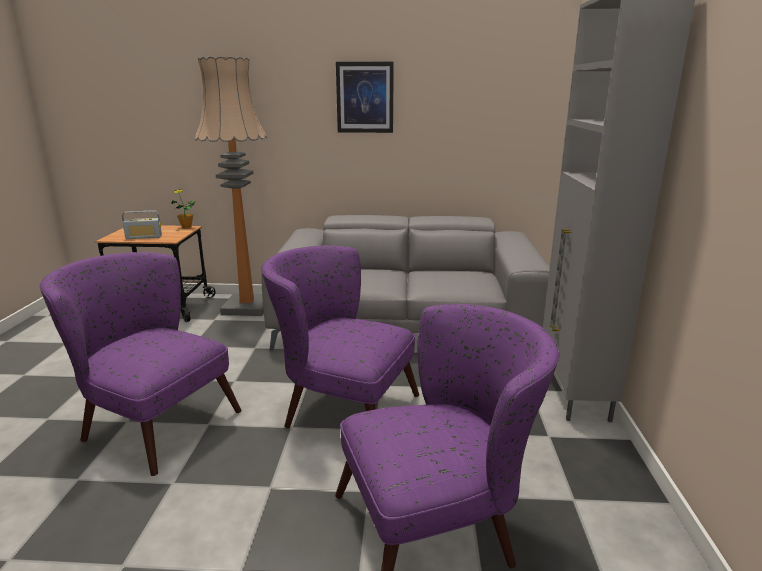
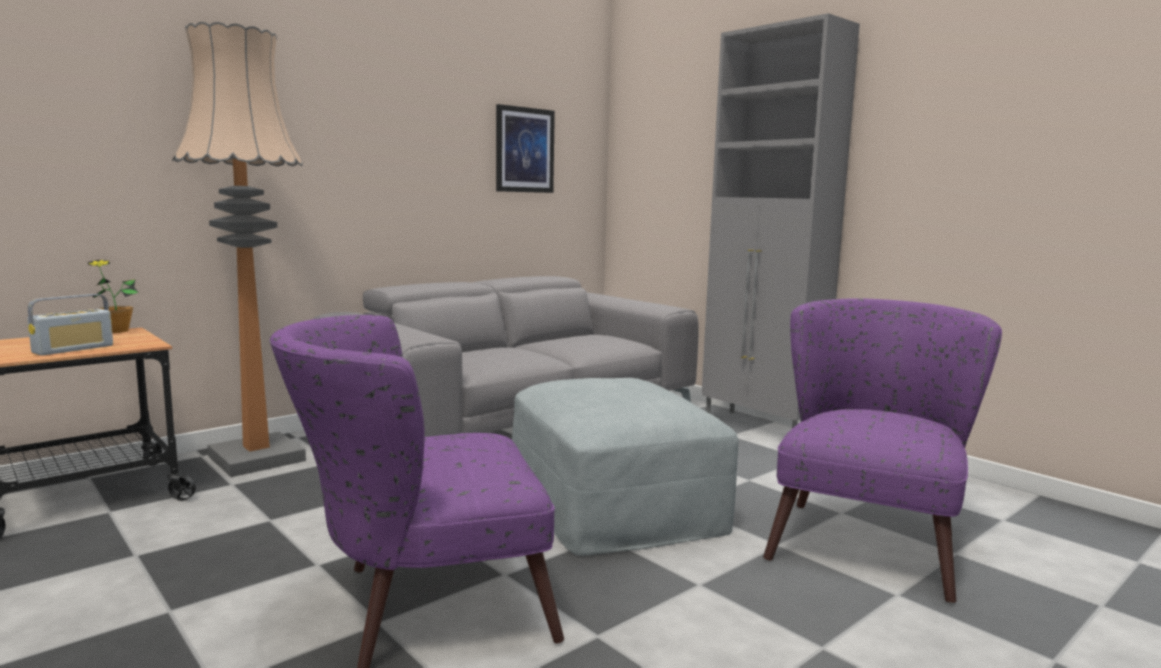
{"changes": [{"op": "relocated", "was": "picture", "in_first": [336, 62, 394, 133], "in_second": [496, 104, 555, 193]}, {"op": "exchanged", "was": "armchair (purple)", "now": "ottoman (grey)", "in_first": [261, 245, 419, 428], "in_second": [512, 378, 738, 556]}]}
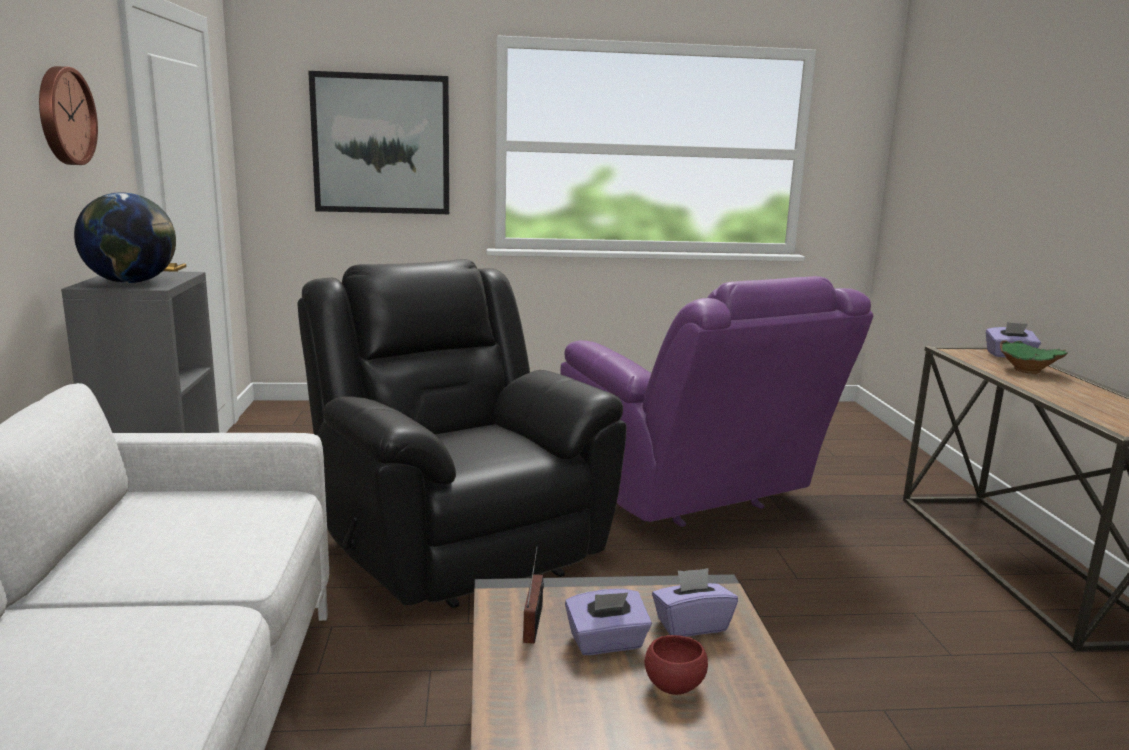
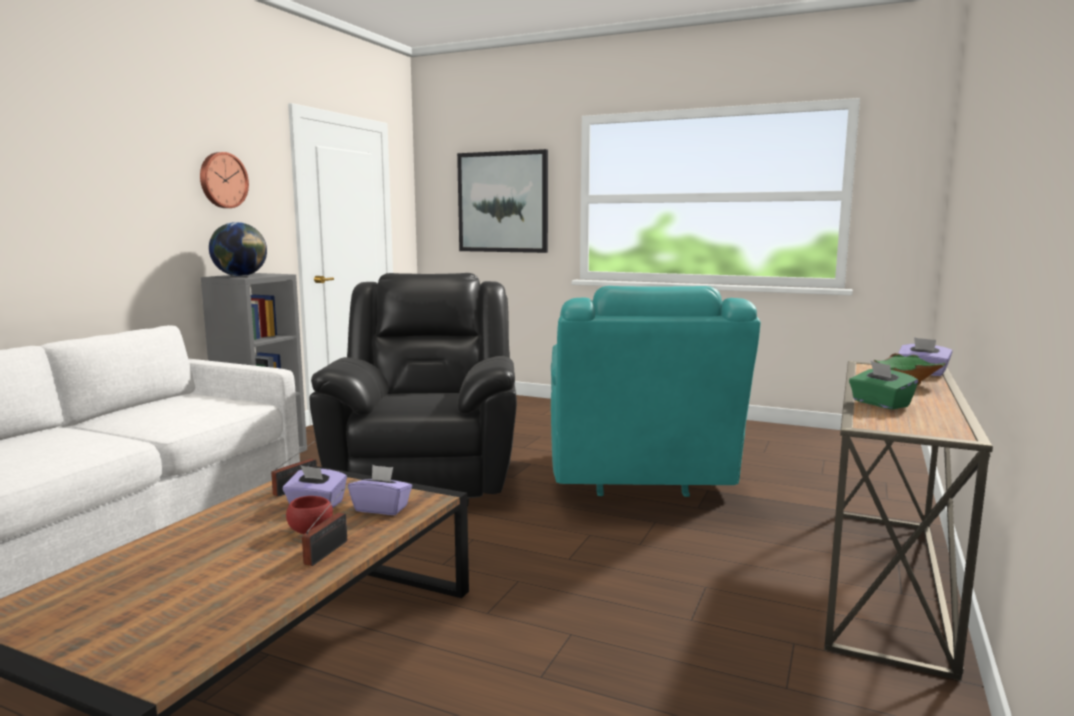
{"changes": [{"op": "appeared", "now": "radio", "in_second": [302, 489, 347, 566]}, {"op": "colour", "was": "armchair (purple)", "now": "armchair (turquoise)", "in_first": [560, 276, 873, 527], "in_second": [551, 286, 761, 497]}, {"op": "appeared", "now": "tissue box (green)", "in_second": [849, 360, 918, 409]}]}
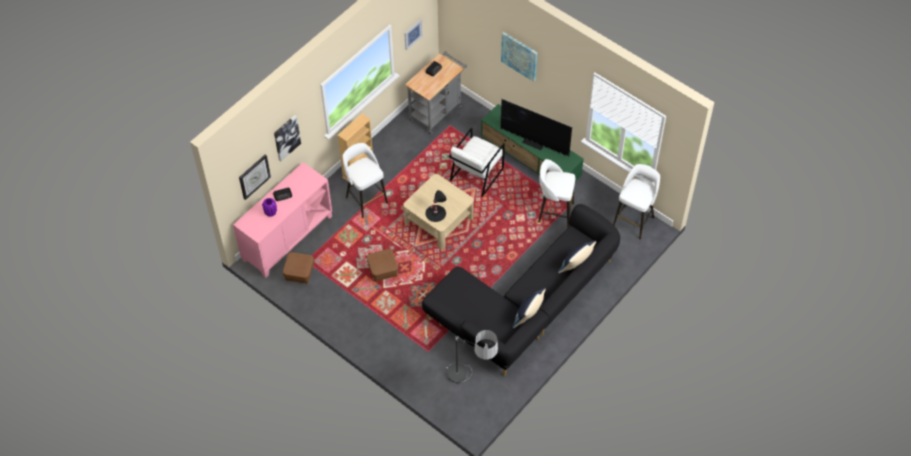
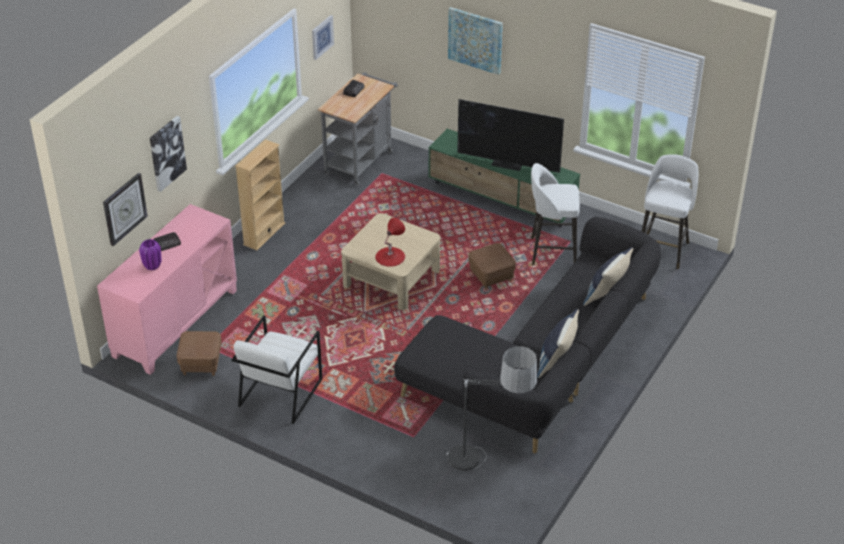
{"changes": [{"op": "relocated", "was": "armchair (white)", "in_first": [449, 127, 505, 197], "in_second": [232, 315, 322, 424]}, {"op": "colour", "was": "table lamp (black)", "now": "table lamp (red)", "in_first": [425, 190, 447, 222], "in_second": [375, 218, 405, 267]}, {"op": "relocated", "was": "ottoman (brown)", "in_first": [367, 249, 398, 282], "in_second": [468, 243, 516, 289]}, {"op": "missing", "was": "stool (white)", "in_first": [343, 143, 388, 218]}]}
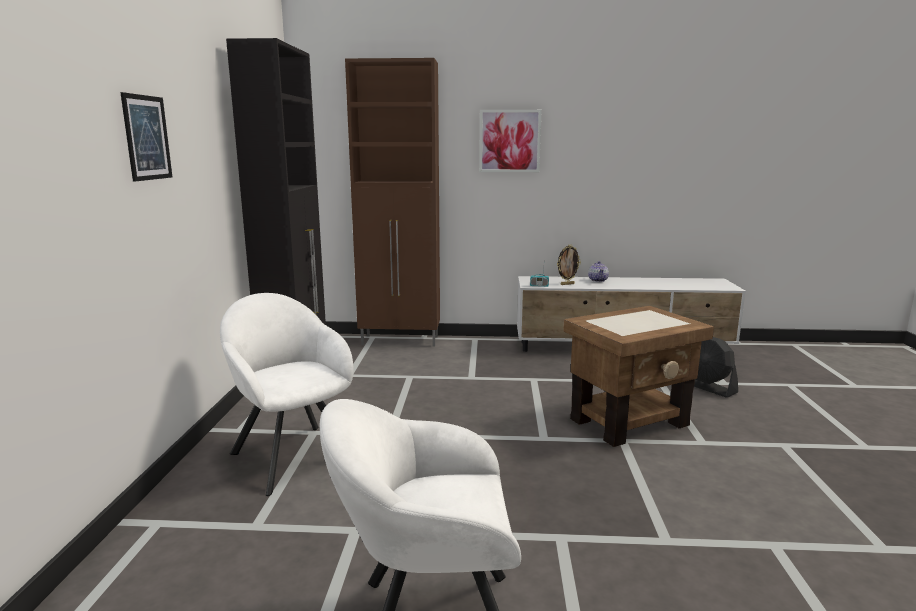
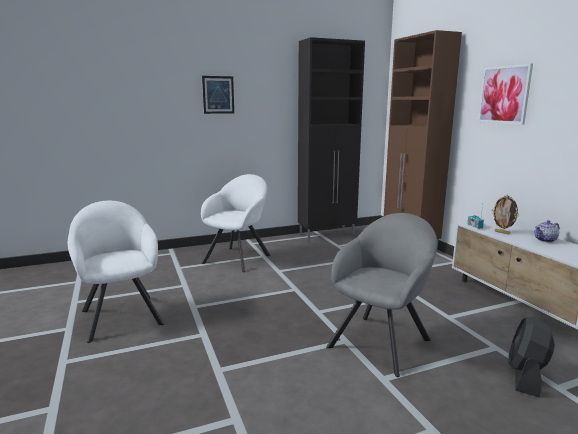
{"changes": [{"op": "exchanged", "was": "side table (brown)", "now": "armchair (grey)", "in_first": [563, 306, 714, 447], "in_second": [326, 213, 437, 377]}]}
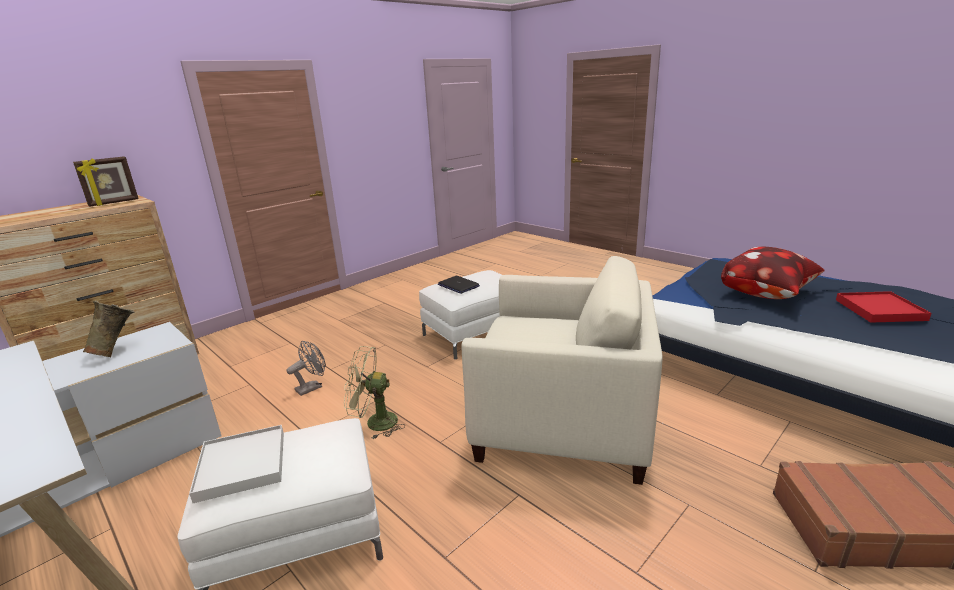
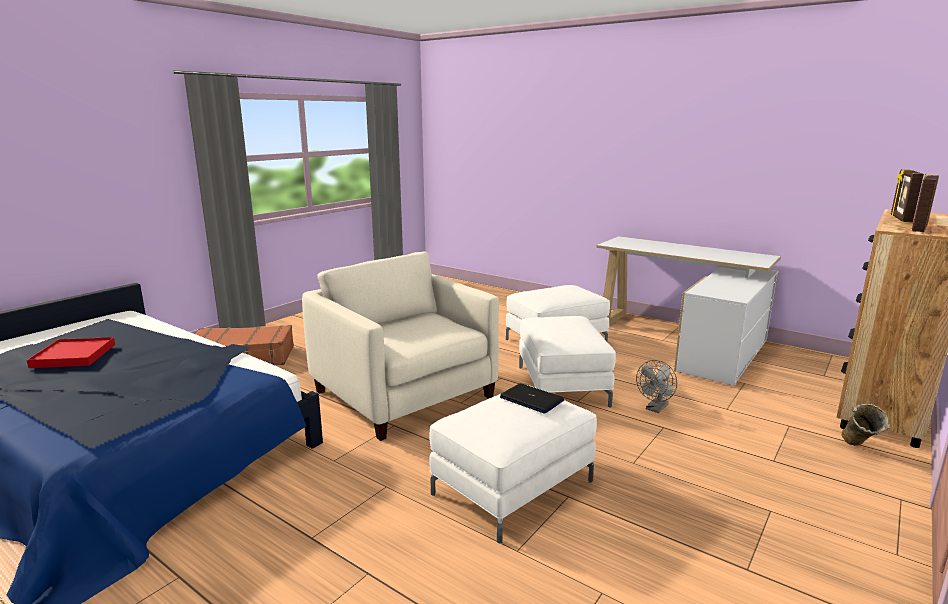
{"changes": [{"op": "spun", "was": "armchair (beige)", "in_first": [462, 256, 663, 485], "in_second": [302, 251, 499, 441], "clockwise": 45}, {"op": "exchanged", "was": "fan (green)", "now": "ottoman (white)", "in_first": [344, 346, 404, 438], "in_second": [519, 316, 616, 408]}, {"op": "relocated", "was": "vase (beige)", "in_first": [83, 301, 134, 358], "in_second": [842, 403, 890, 446]}, {"op": "appeared", "now": "picture frame", "in_second": [891, 169, 924, 222]}, {"op": "missing", "was": "tray (white)", "in_first": [189, 425, 284, 503]}, {"op": "missing", "was": "pillow", "in_first": [721, 247, 825, 299]}]}
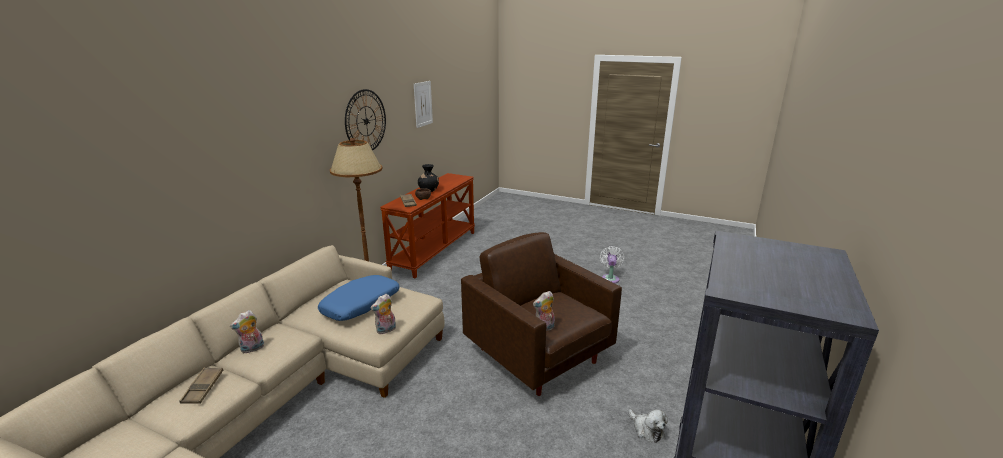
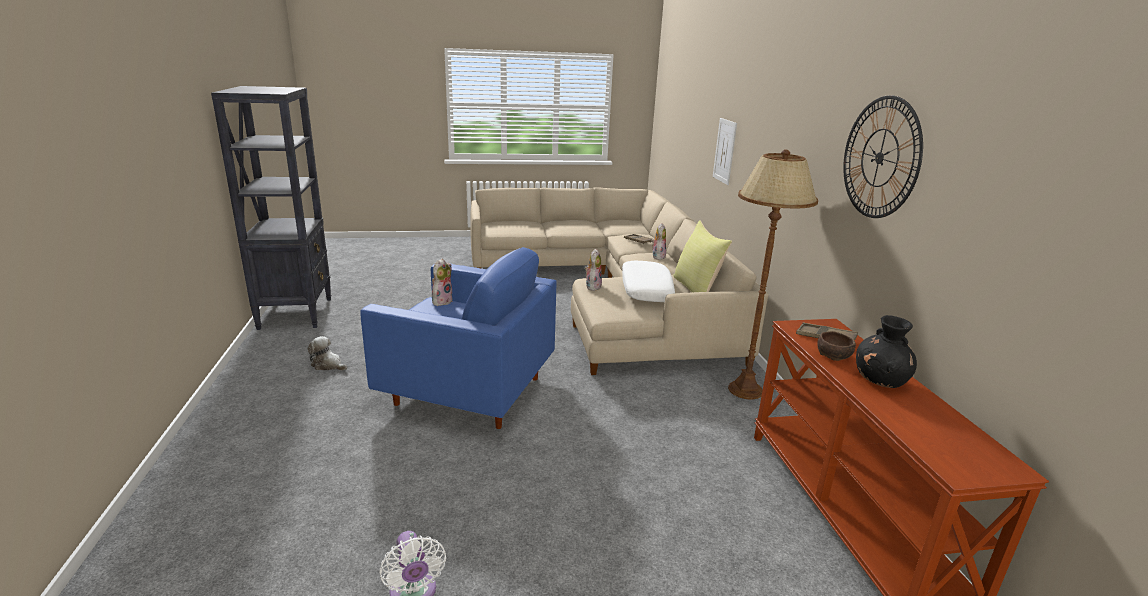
{"changes": [{"op": "colour", "was": "armchair (brown)", "now": "armchair (blue)", "in_first": [461, 232, 622, 396], "in_second": [360, 247, 557, 429]}, {"op": "colour", "was": "pillow (blue)", "now": "pillow (white)", "in_first": [318, 275, 400, 321], "in_second": [622, 260, 675, 302]}, {"op": "appeared", "now": "pillow (yellow)", "in_second": [673, 220, 732, 292]}, {"op": "relocated", "was": "picture", "in_first": [414, 81, 433, 128], "in_second": [713, 118, 737, 185]}]}
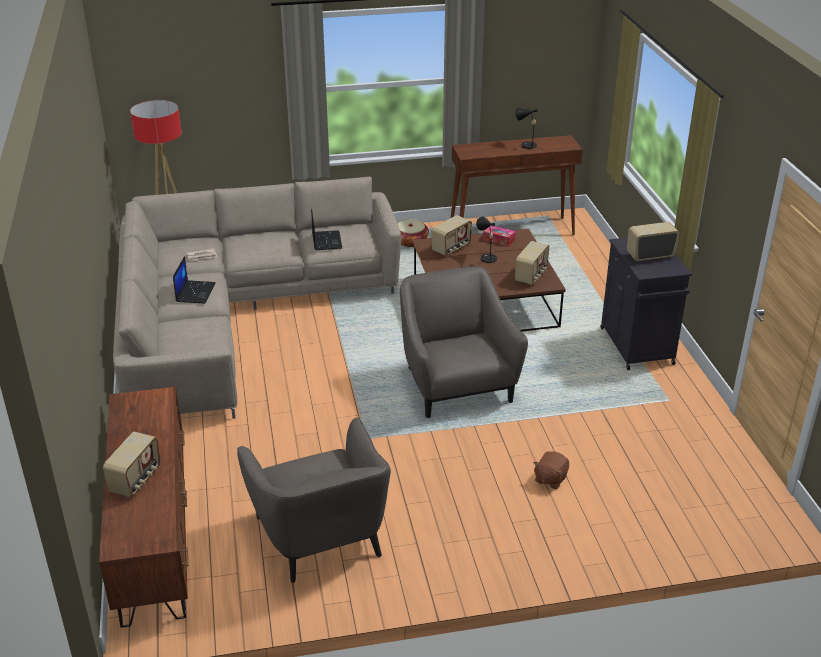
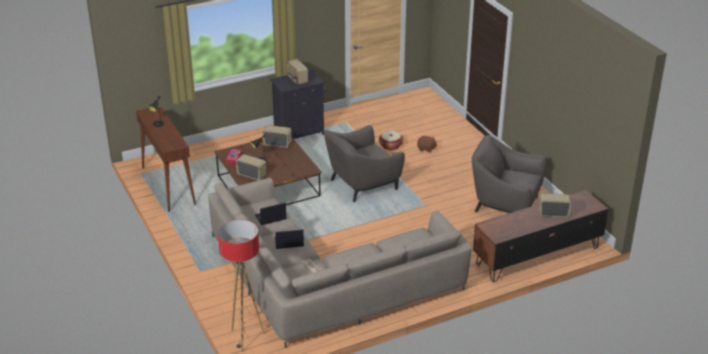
{"changes": [{"op": "relocated", "was": "laptop", "in_first": [173, 256, 216, 304], "in_second": [274, 229, 304, 249]}, {"op": "relocated", "was": "basket", "in_first": [398, 219, 429, 247], "in_second": [379, 131, 404, 150]}, {"op": "spun", "was": "armchair (grey)", "in_first": [237, 417, 391, 583], "in_second": [472, 135, 547, 213], "clockwise": -120}]}
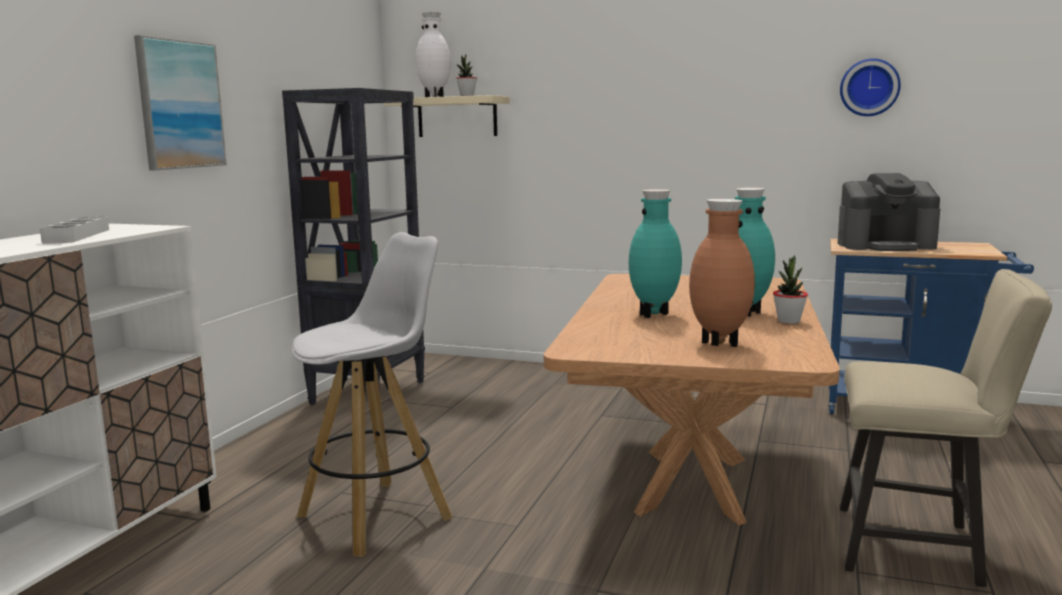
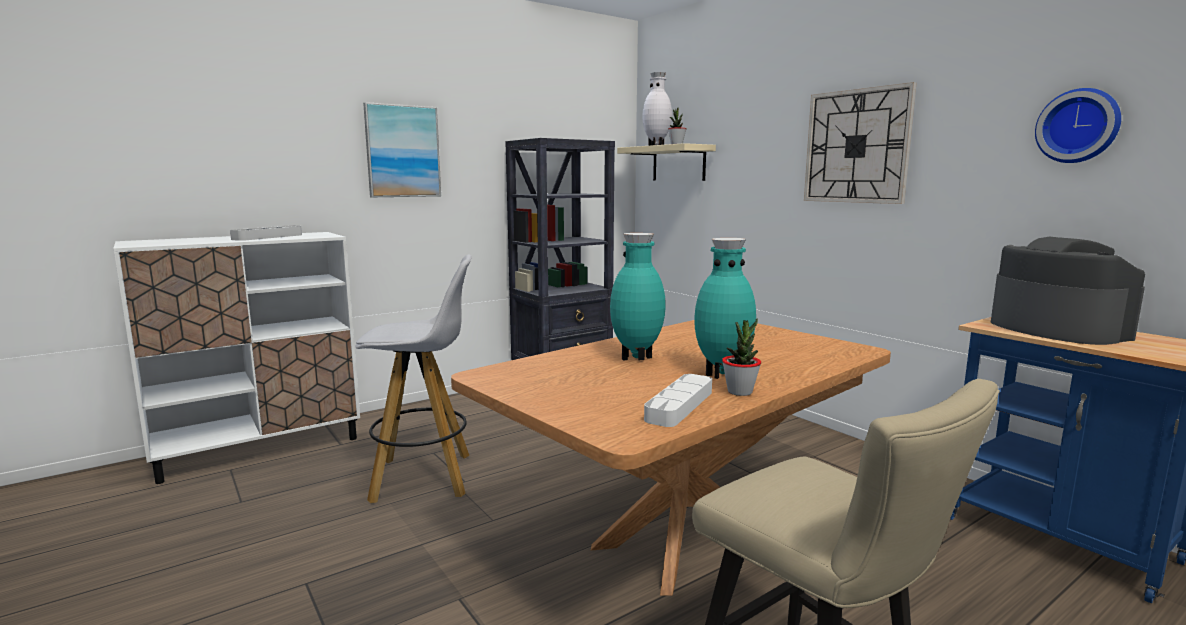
{"changes": [{"op": "appeared", "now": "tray (white)", "in_second": [644, 374, 712, 427]}, {"op": "appeared", "now": "wall clock", "in_second": [804, 82, 916, 204]}, {"op": "spun", "was": "coffee machine", "in_first": [837, 173, 940, 251], "in_second": [991, 237, 1145, 345], "clockwise": -150}, {"op": "missing", "was": "vase (brown)", "in_first": [689, 199, 755, 347]}]}
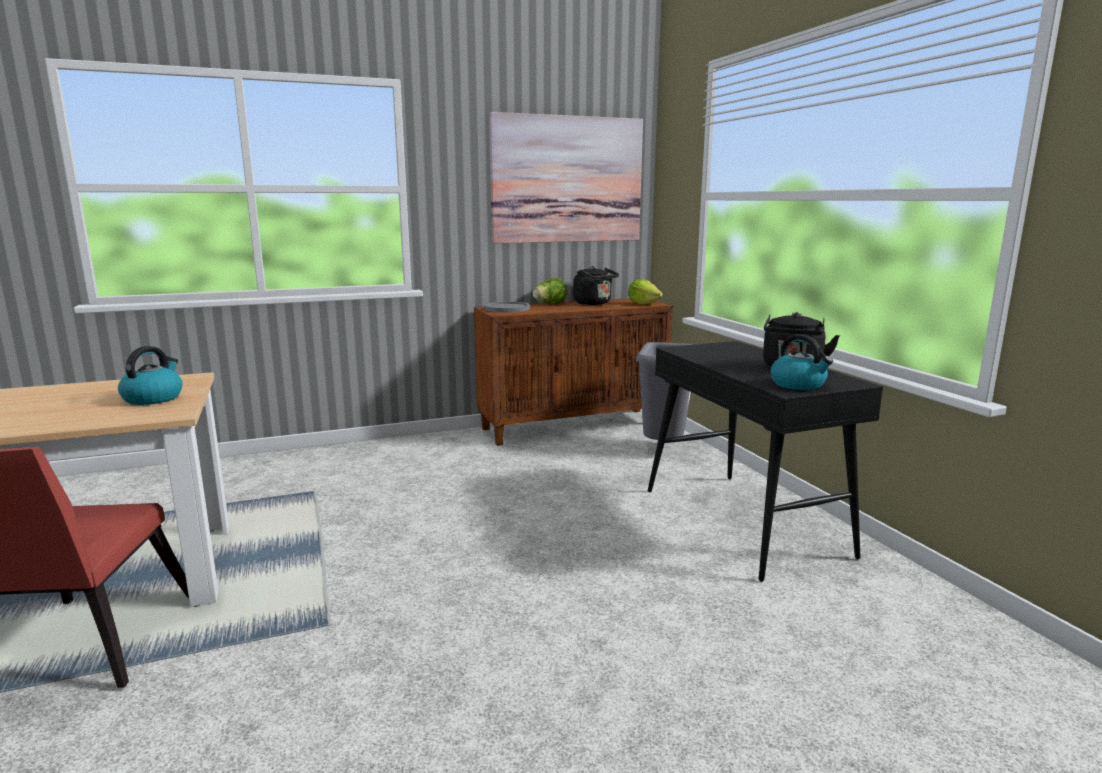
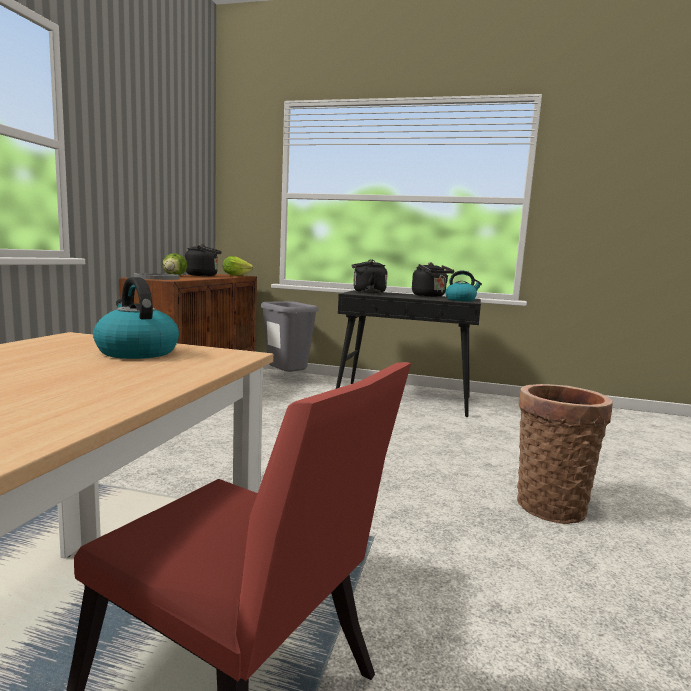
{"changes": [{"op": "appeared", "now": "kettle (black)", "in_second": [352, 259, 387, 293]}, {"op": "appeared", "now": "basket", "in_second": [517, 384, 613, 524]}, {"op": "missing", "was": "picture", "in_first": [489, 112, 643, 243]}]}
